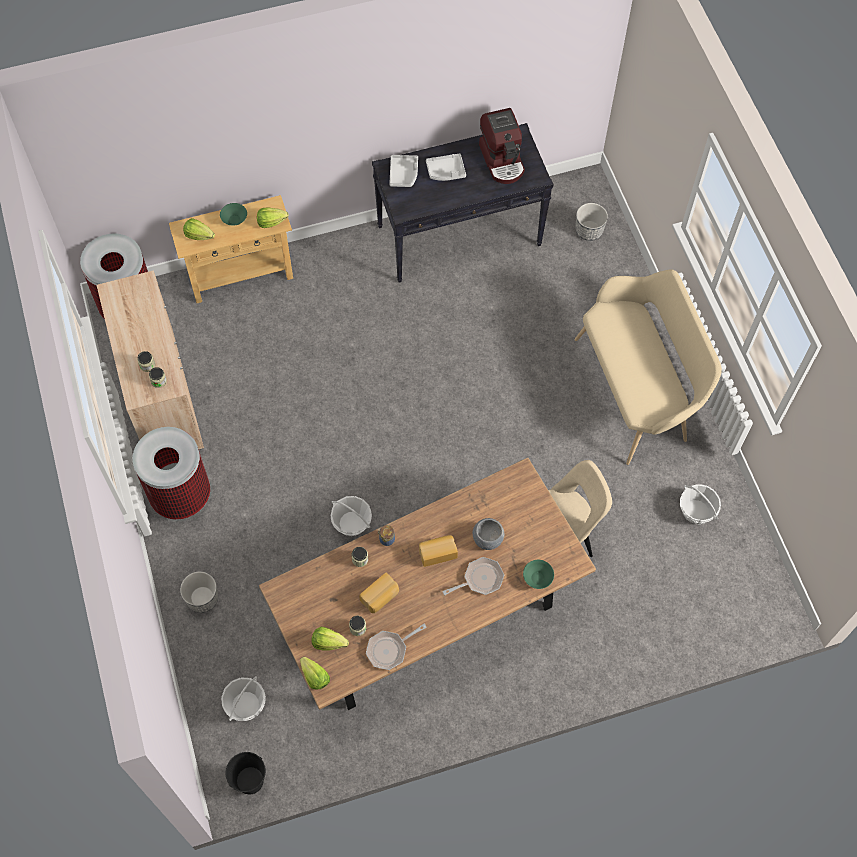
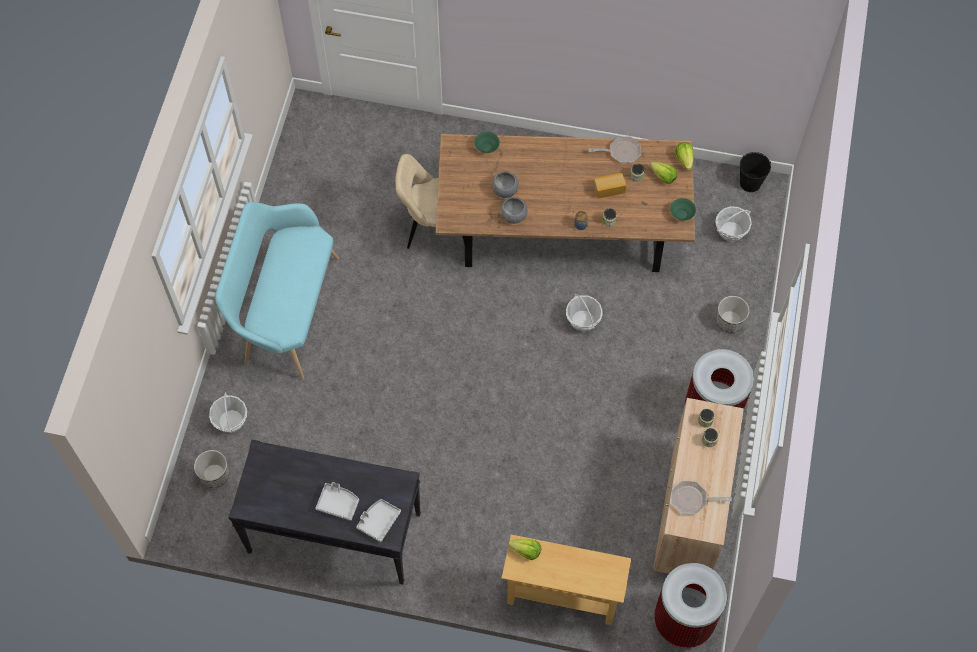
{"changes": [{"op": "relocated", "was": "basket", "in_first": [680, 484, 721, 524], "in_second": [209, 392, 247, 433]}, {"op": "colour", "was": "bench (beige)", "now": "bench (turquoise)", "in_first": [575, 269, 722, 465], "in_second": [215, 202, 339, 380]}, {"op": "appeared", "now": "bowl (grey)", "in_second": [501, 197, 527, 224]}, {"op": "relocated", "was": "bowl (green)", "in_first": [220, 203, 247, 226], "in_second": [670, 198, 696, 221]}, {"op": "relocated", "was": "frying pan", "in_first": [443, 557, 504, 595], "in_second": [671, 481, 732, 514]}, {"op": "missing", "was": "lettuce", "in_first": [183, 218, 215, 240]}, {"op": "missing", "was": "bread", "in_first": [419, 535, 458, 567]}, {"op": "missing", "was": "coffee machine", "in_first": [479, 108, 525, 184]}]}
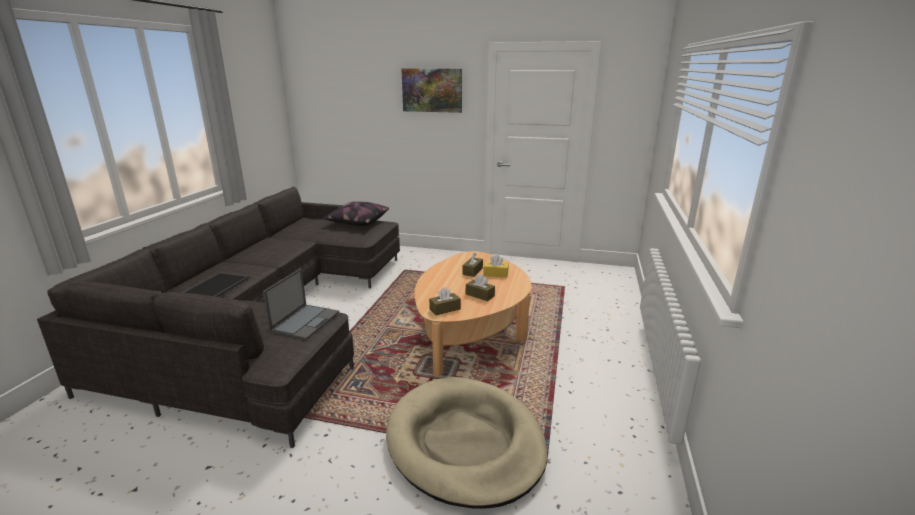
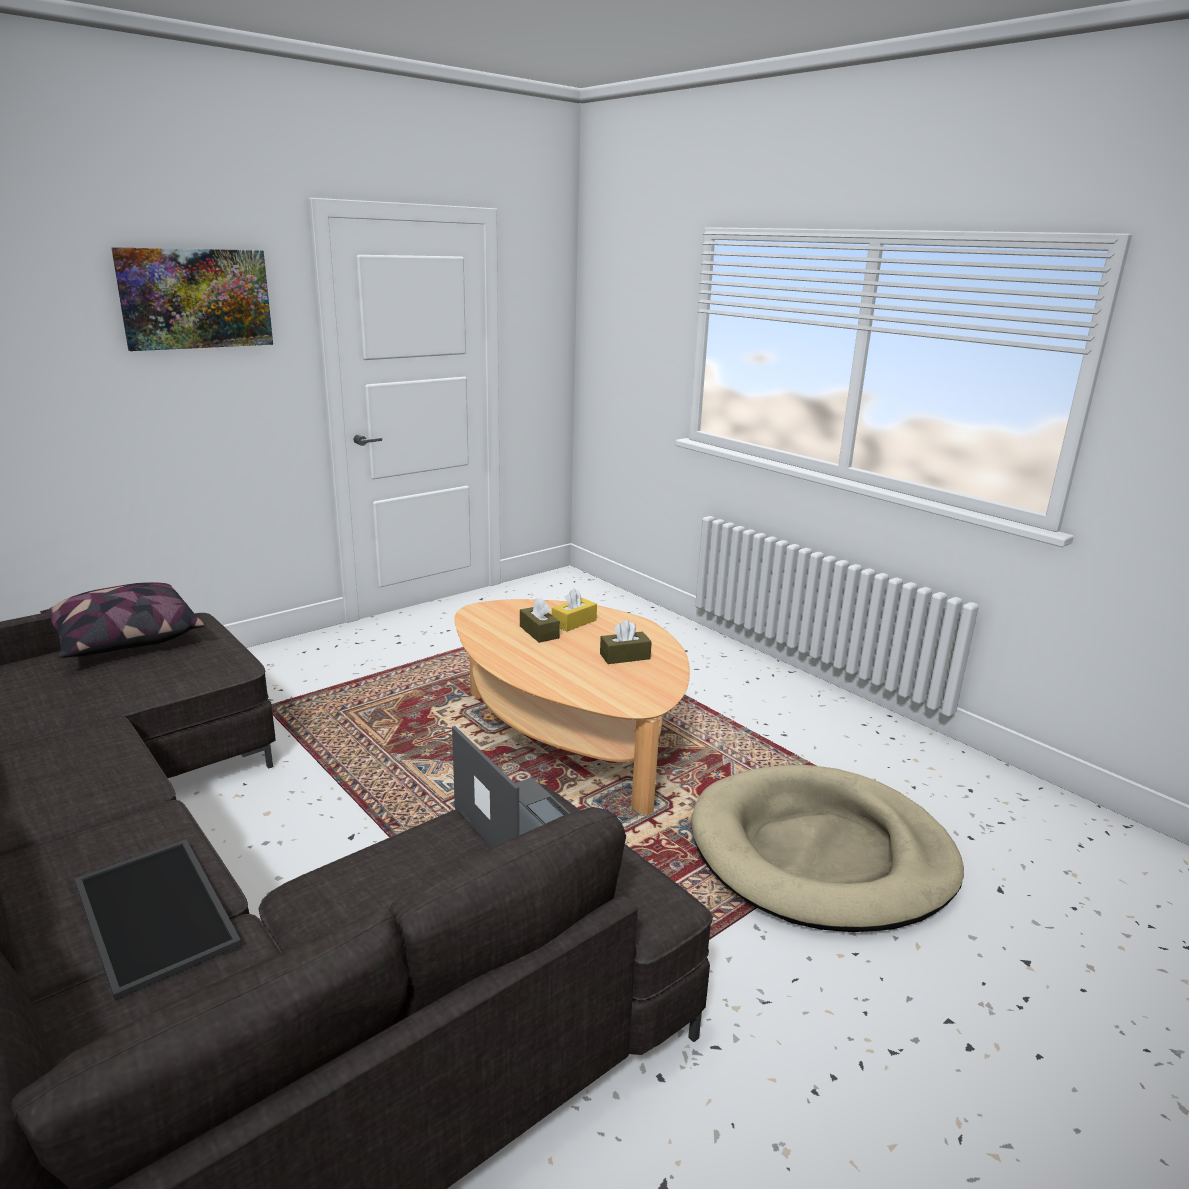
{"changes": [{"op": "missing", "was": "tissue box (brown)", "in_first": [429, 287, 461, 315]}]}
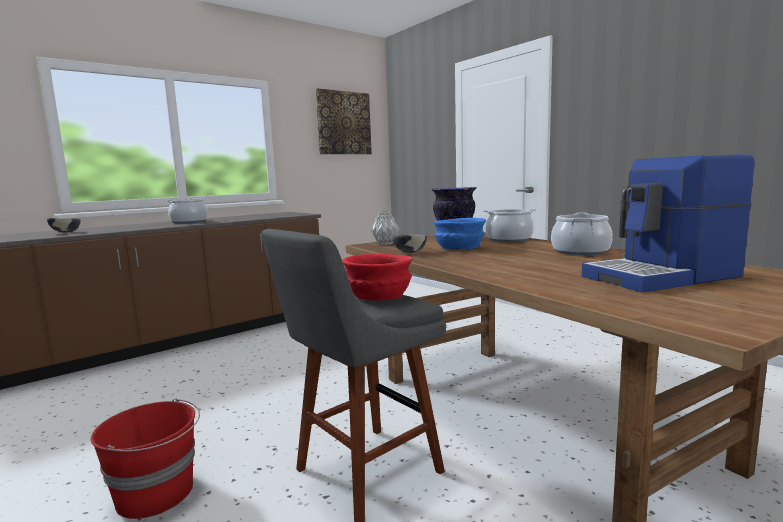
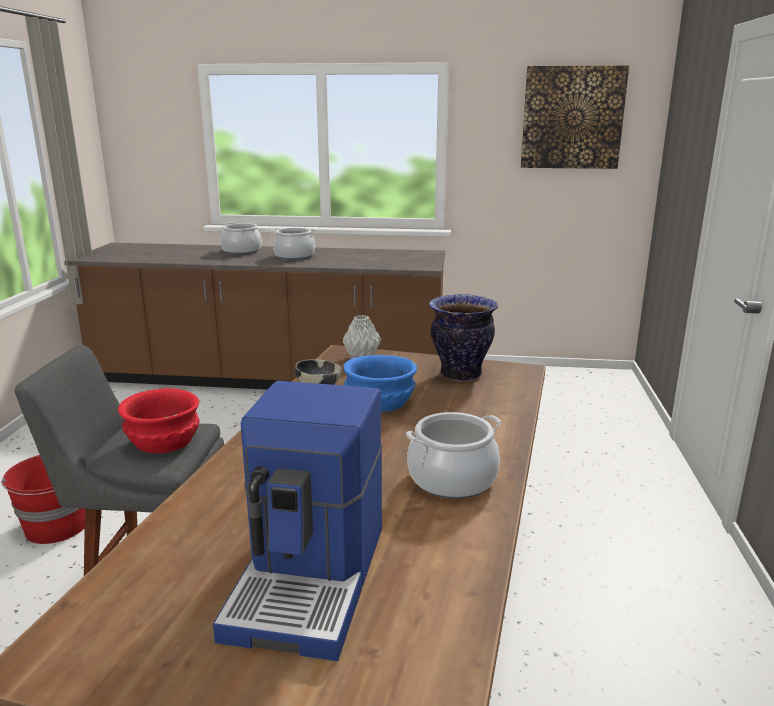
{"changes": [{"op": "spun", "was": "coffee machine", "in_first": [582, 154, 754, 293], "in_second": [213, 381, 383, 661], "clockwise": -105}, {"op": "relocated", "was": "cooking pot", "in_first": [484, 209, 536, 242], "in_second": [221, 222, 262, 255]}, {"op": "missing", "was": "bowl", "in_first": [47, 218, 81, 233]}]}
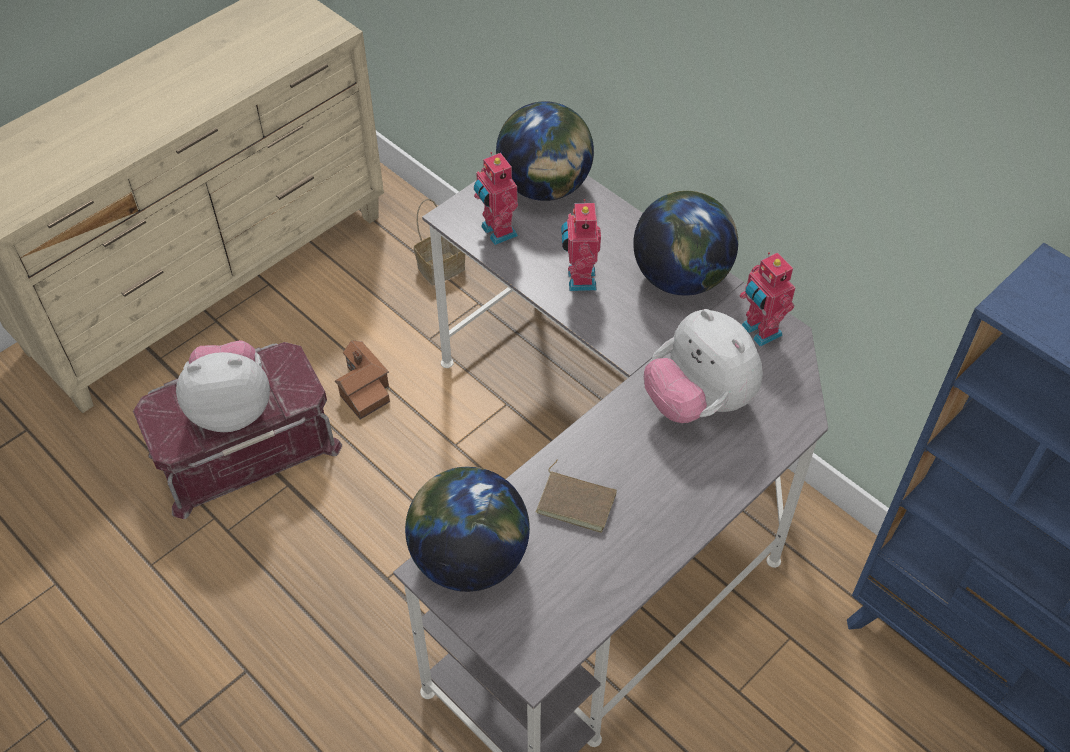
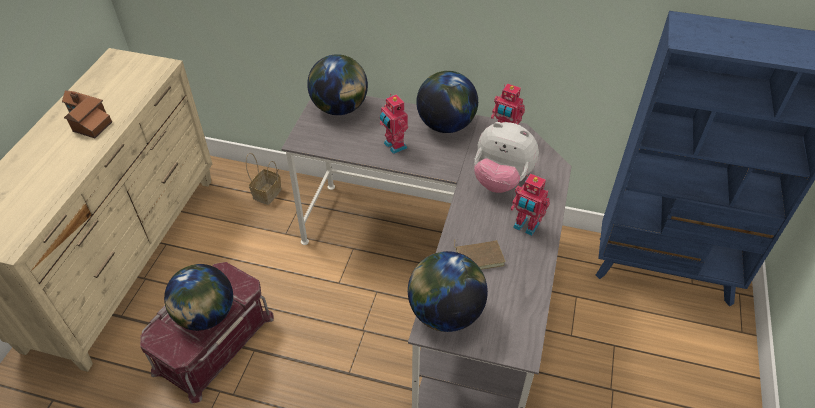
{"changes": [{"op": "relocated", "was": "toy house", "in_first": [335, 340, 390, 420], "in_second": [62, 90, 112, 138]}, {"op": "exchanged", "was": "plush toy", "now": "globe", "in_first": [176, 340, 270, 432], "in_second": [164, 264, 233, 331]}, {"op": "relocated", "was": "toy robot", "in_first": [474, 152, 518, 245], "in_second": [511, 173, 550, 236]}]}
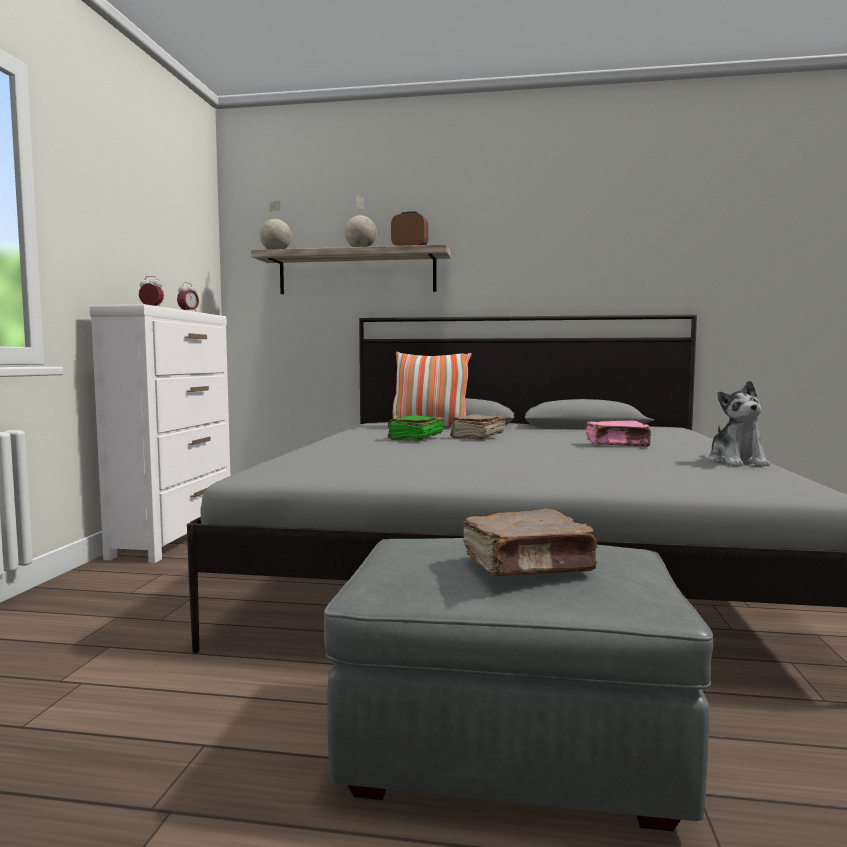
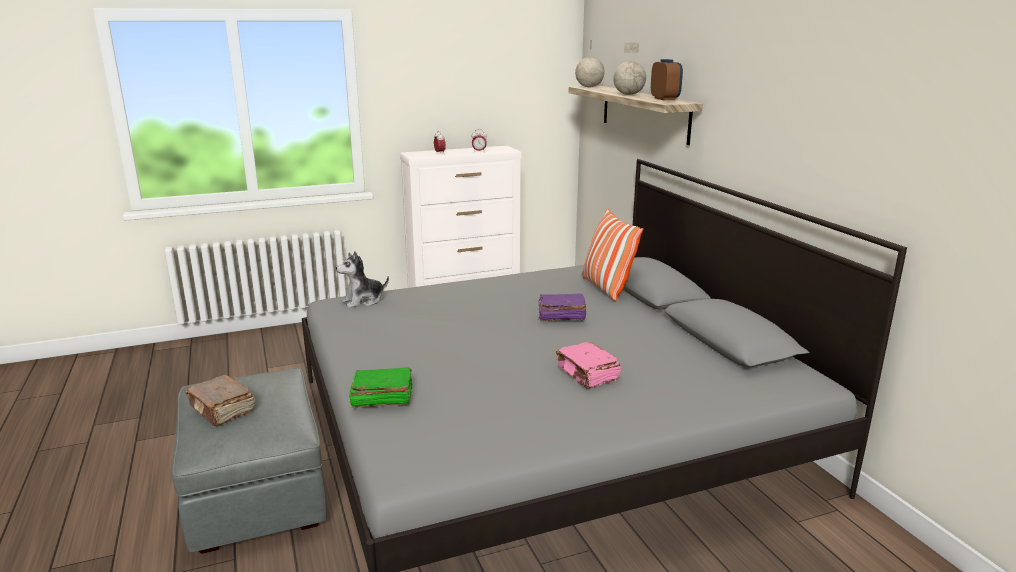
{"changes": [{"op": "relocated", "was": "plush toy", "in_first": [708, 380, 770, 466], "in_second": [336, 251, 389, 308]}, {"op": "relocated", "was": "book (green)", "in_first": [388, 415, 444, 441], "in_second": [349, 367, 412, 408]}, {"op": "colour", "was": "book (brown)", "now": "book (purple)", "in_first": [450, 414, 506, 440], "in_second": [538, 294, 586, 321]}]}
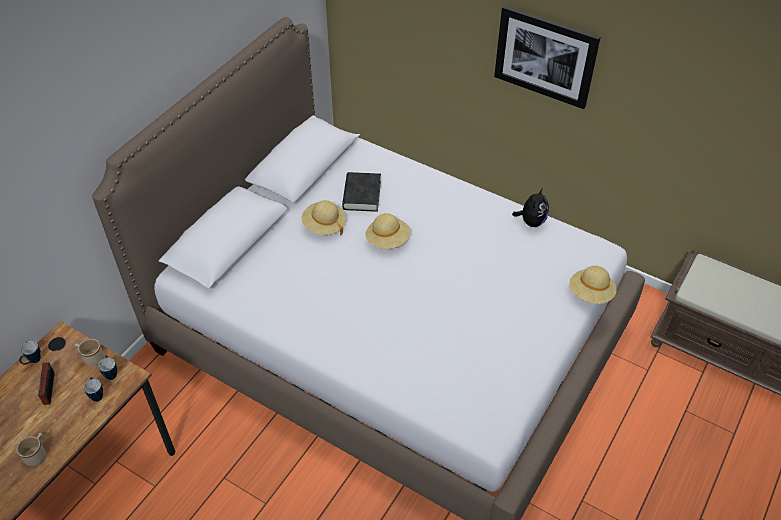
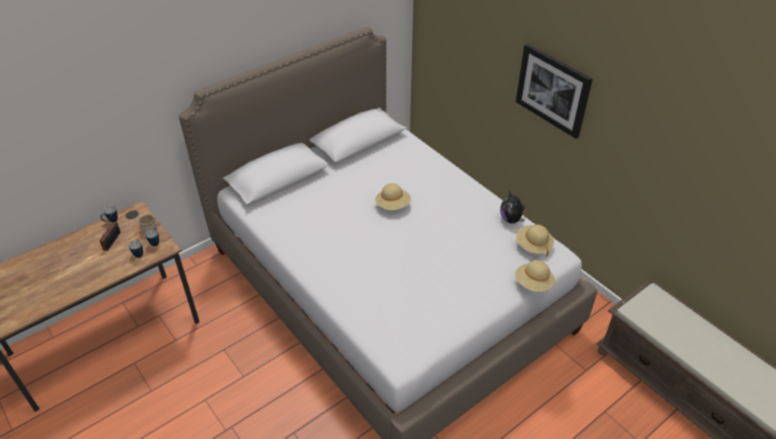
{"changes": [{"op": "spun", "was": "plush toy", "in_first": [512, 188, 549, 227], "in_second": [500, 190, 525, 223], "clockwise": 120}, {"op": "relocated", "was": "hat (beige)", "in_first": [302, 200, 346, 235], "in_second": [516, 225, 554, 257]}, {"op": "missing", "was": "mug (beige)", "in_first": [16, 433, 46, 466]}, {"op": "missing", "was": "book (black)", "in_first": [342, 172, 381, 212]}]}
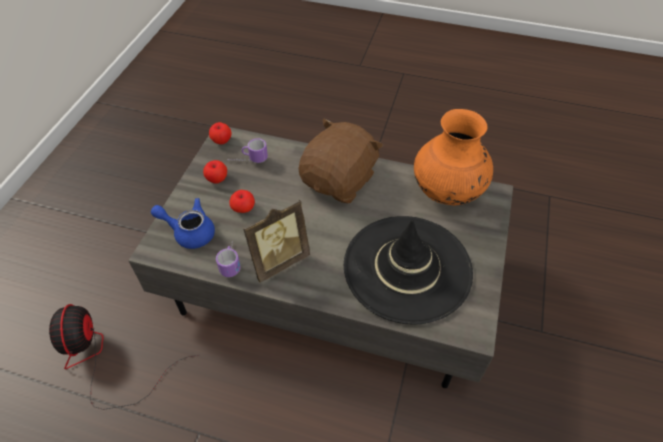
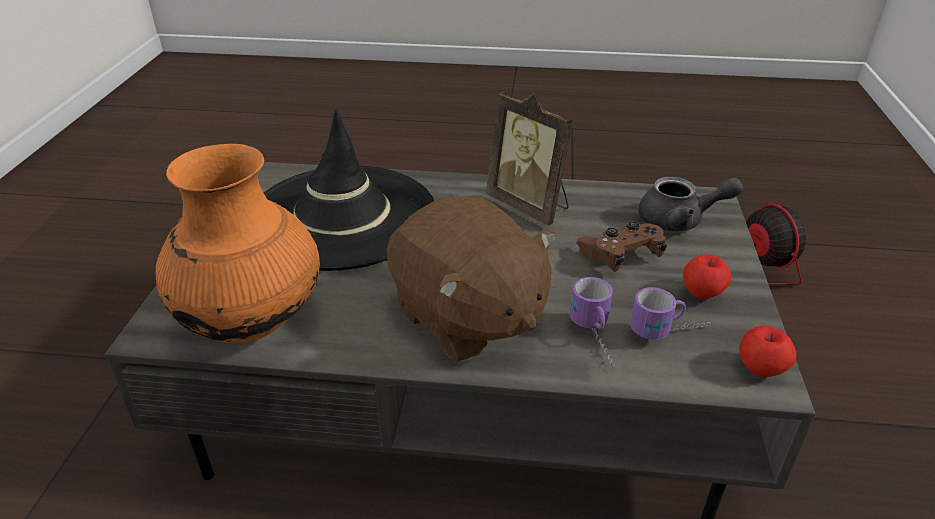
{"changes": [{"op": "spun", "was": "plush toy (brown)", "in_first": [299, 119, 383, 203], "in_second": [387, 197, 557, 363], "clockwise": -60}, {"op": "spun", "was": "picture frame", "in_first": [243, 200, 310, 282], "in_second": [486, 92, 573, 226], "clockwise": -90}, {"op": "relocated", "was": "mug", "in_first": [216, 241, 241, 277], "in_second": [570, 277, 615, 370]}, {"op": "exchanged", "was": "apple", "now": "game controller (brown)", "in_first": [229, 190, 255, 213], "in_second": [576, 222, 667, 272]}, {"op": "colour", "was": "teapot (blue)", "now": "teapot (grey)", "in_first": [151, 198, 215, 249], "in_second": [639, 177, 744, 231]}]}
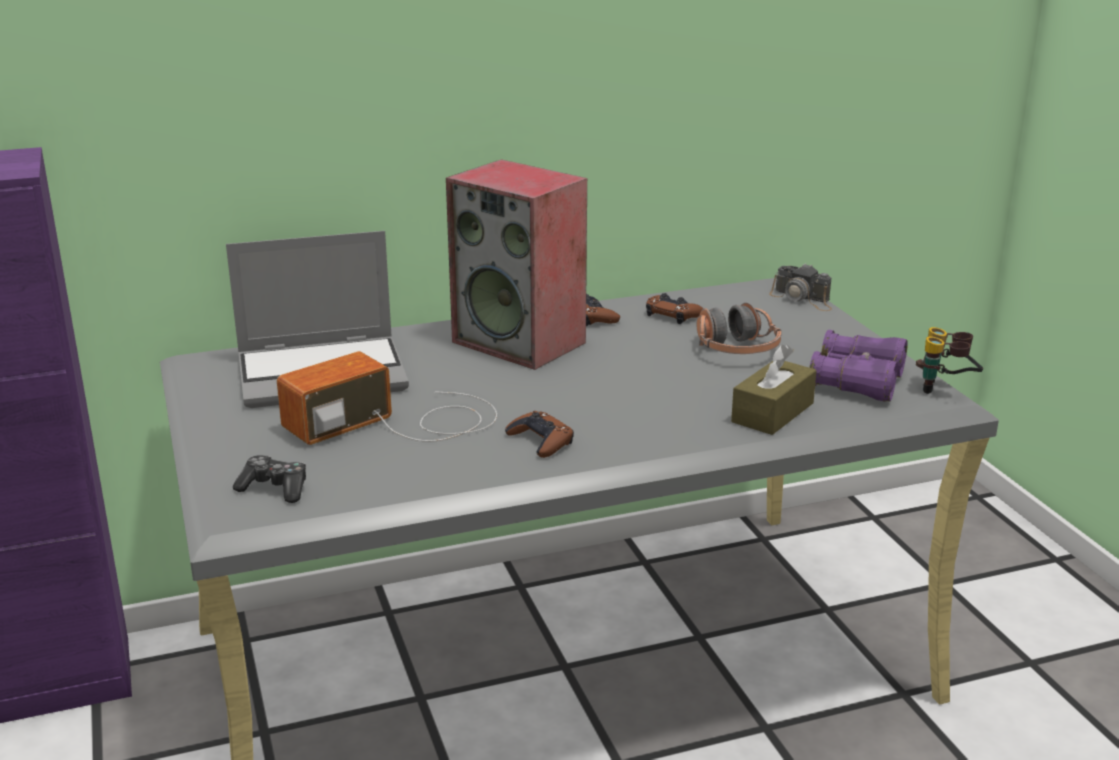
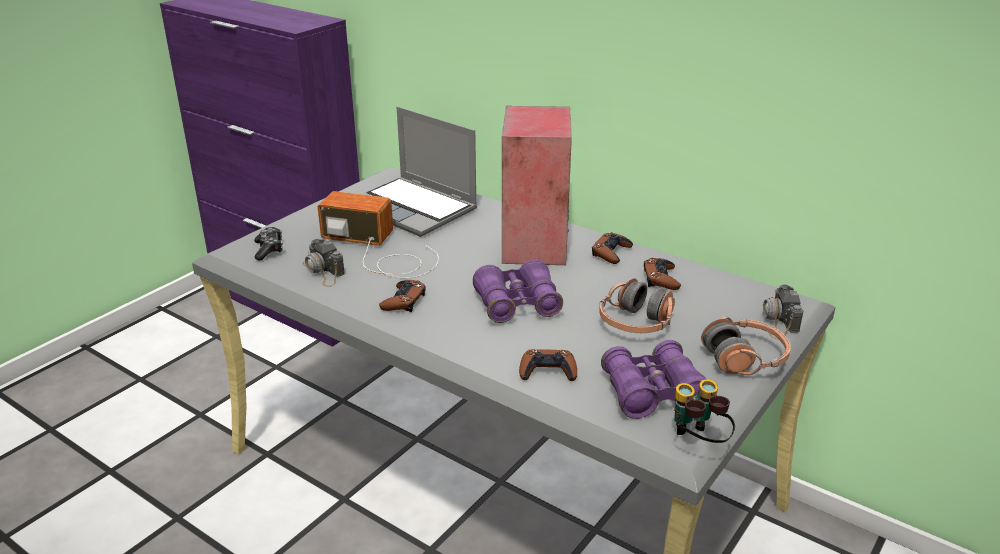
{"changes": [{"op": "appeared", "now": "photo camera", "in_second": [302, 239, 345, 287]}, {"op": "appeared", "now": "binoculars (purple)", "in_second": [473, 260, 563, 323]}, {"op": "exchanged", "was": "tissue box (brown)", "now": "game controller (brown)", "in_first": [731, 345, 817, 435], "in_second": [519, 349, 577, 381]}, {"op": "appeared", "now": "headphones", "in_second": [701, 316, 791, 375]}]}
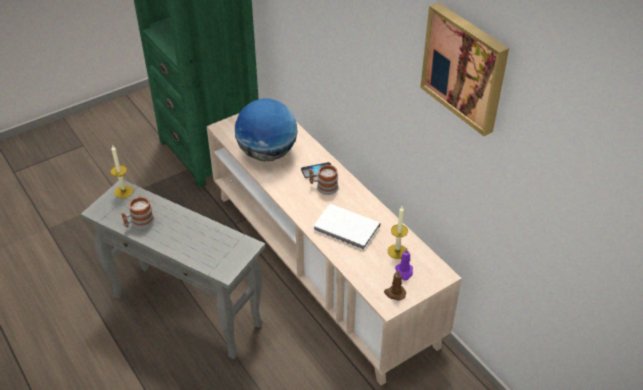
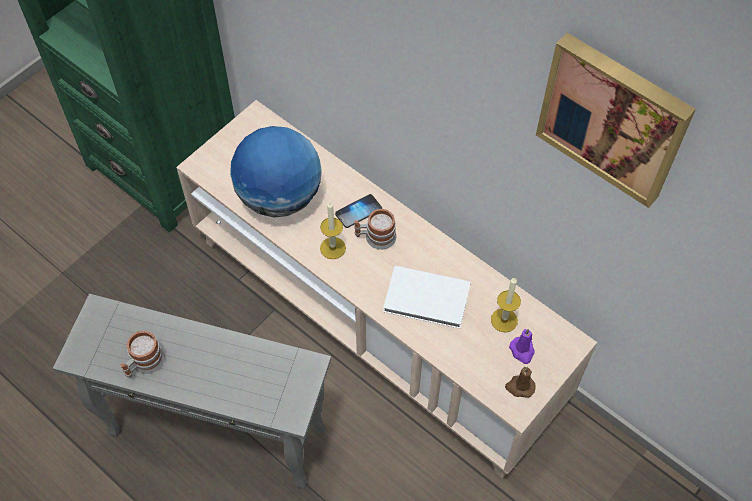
{"changes": [{"op": "relocated", "was": "candle", "in_first": [110, 146, 133, 198], "in_second": [320, 202, 346, 259]}]}
